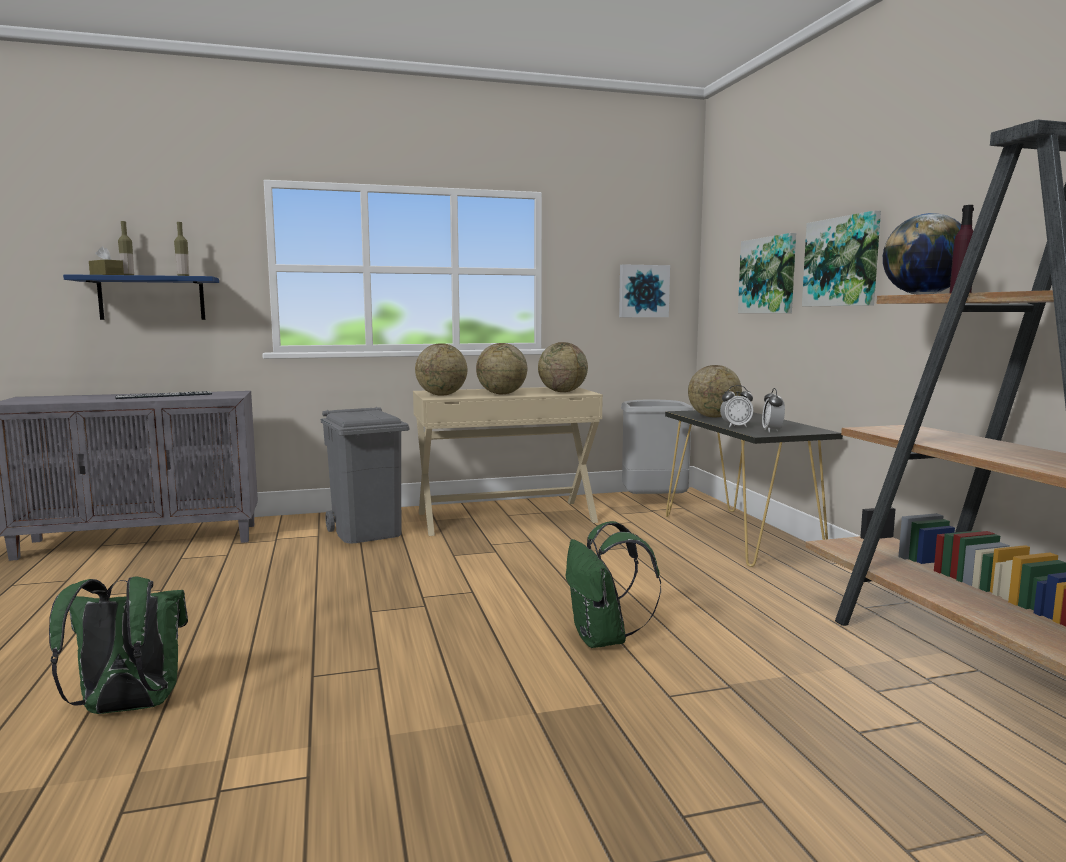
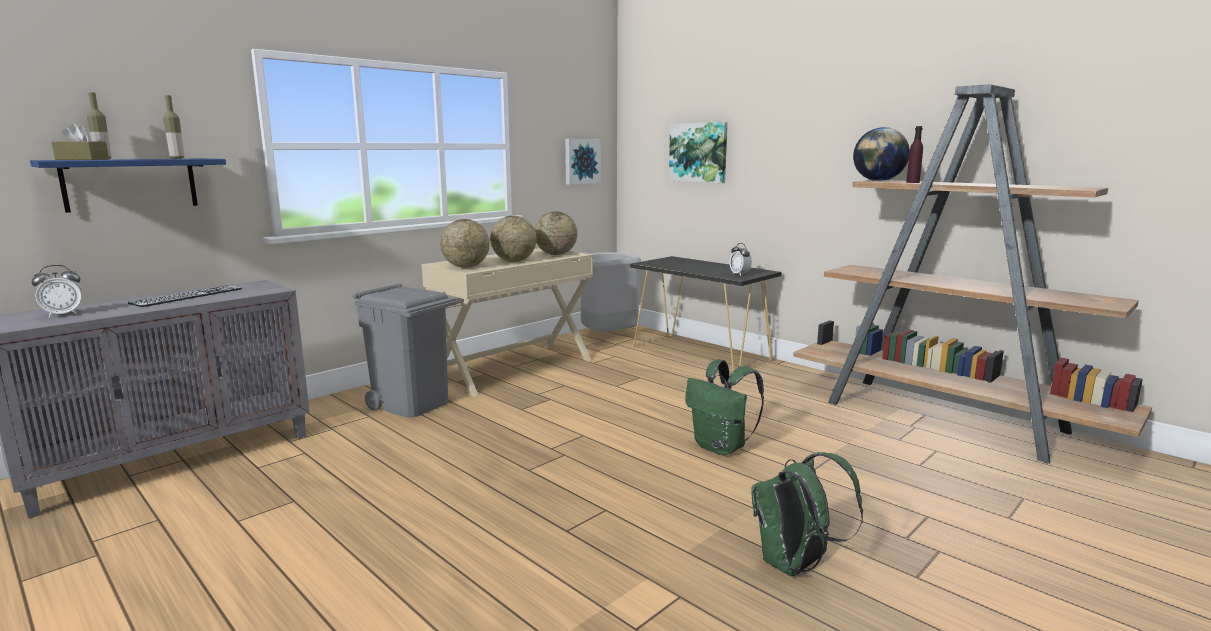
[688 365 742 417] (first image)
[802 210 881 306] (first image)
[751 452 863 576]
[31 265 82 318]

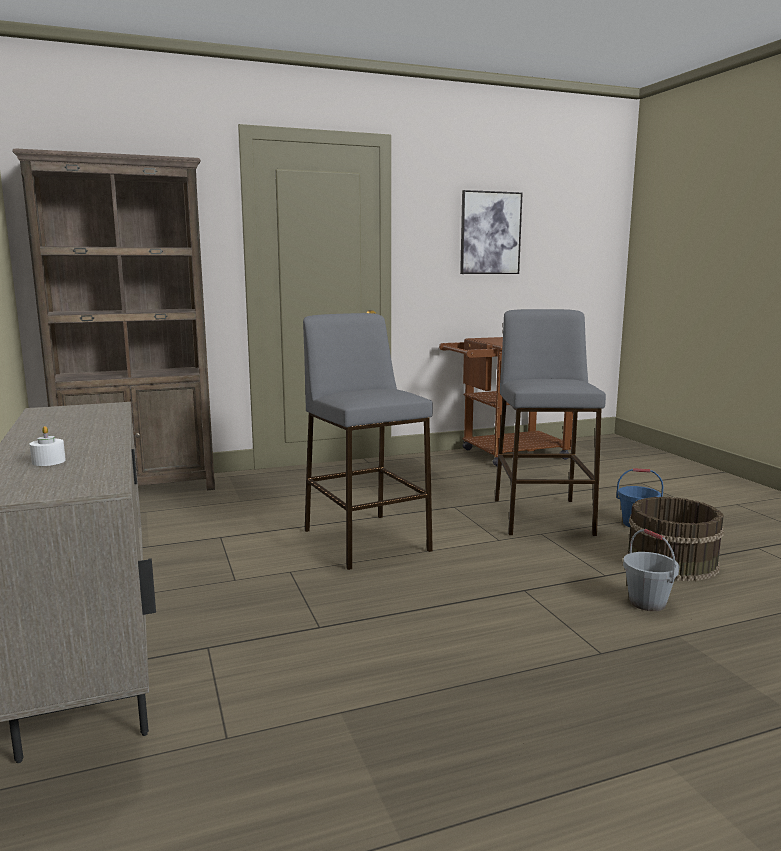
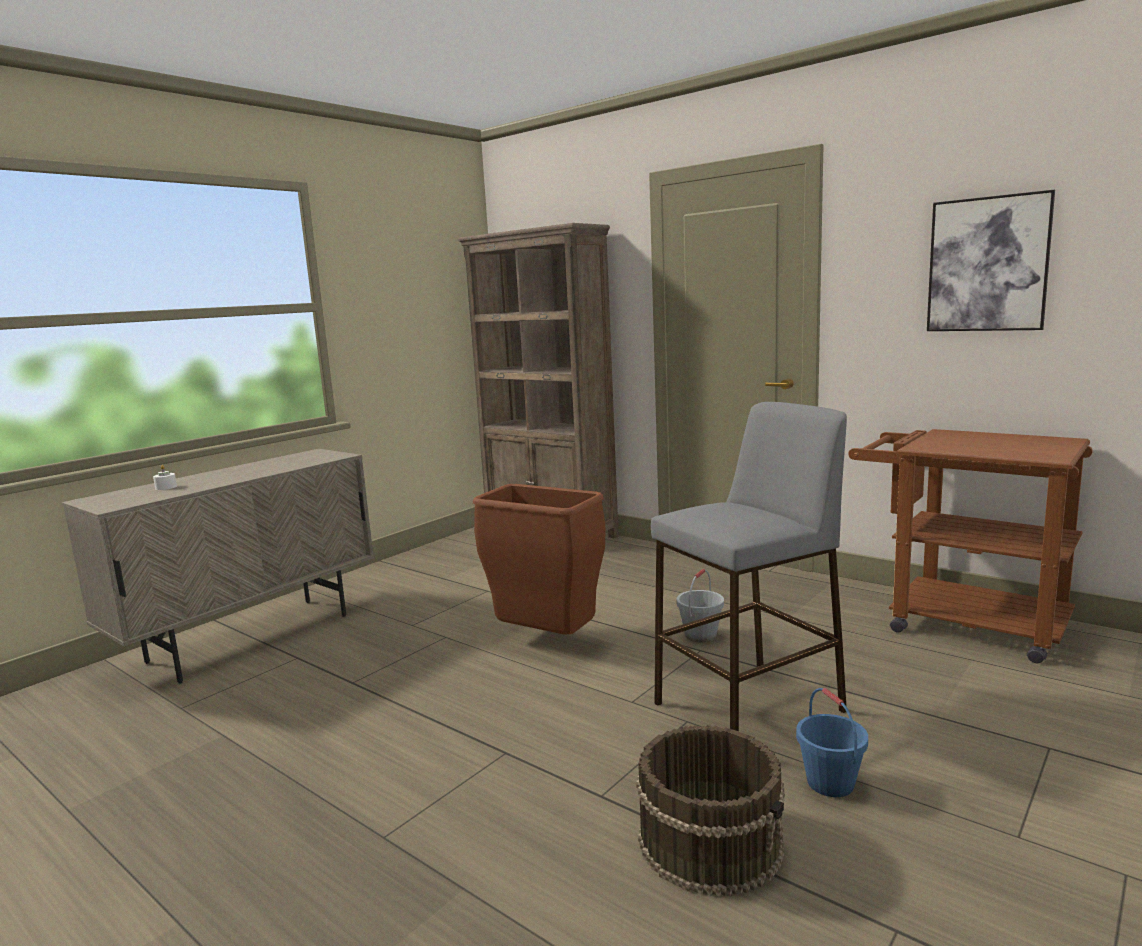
[677 569 724 643]
[473 484 606 635]

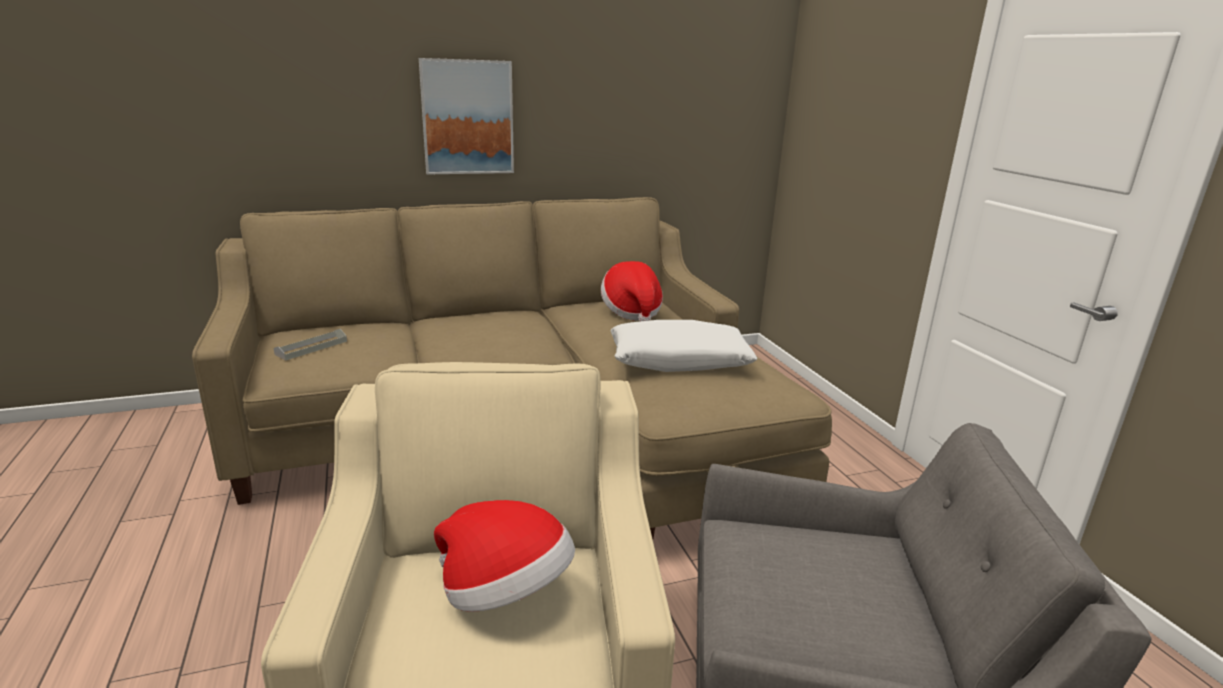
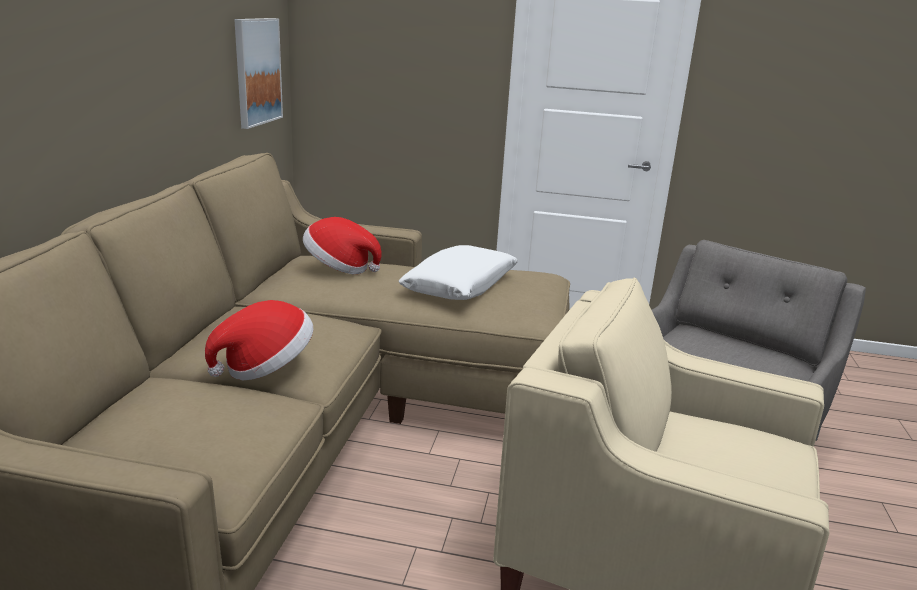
[273 329 347 361] (first image)
[234 18 283 129]
[205 300 313 381]

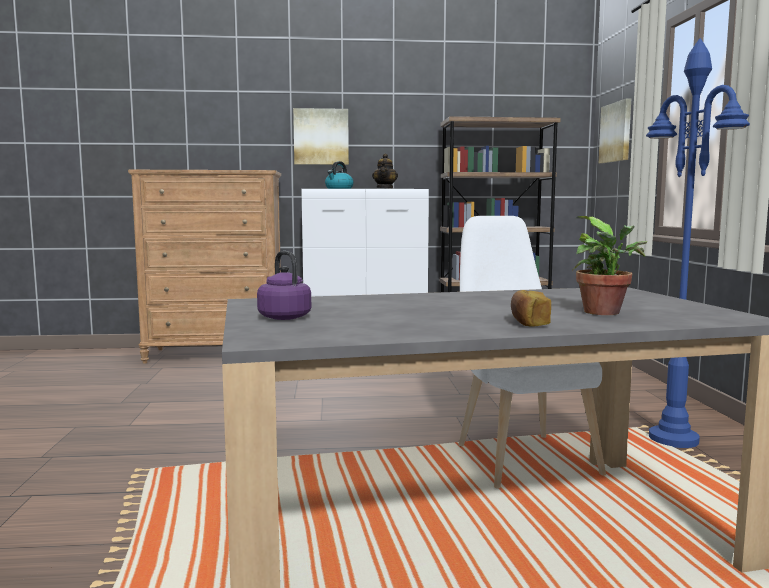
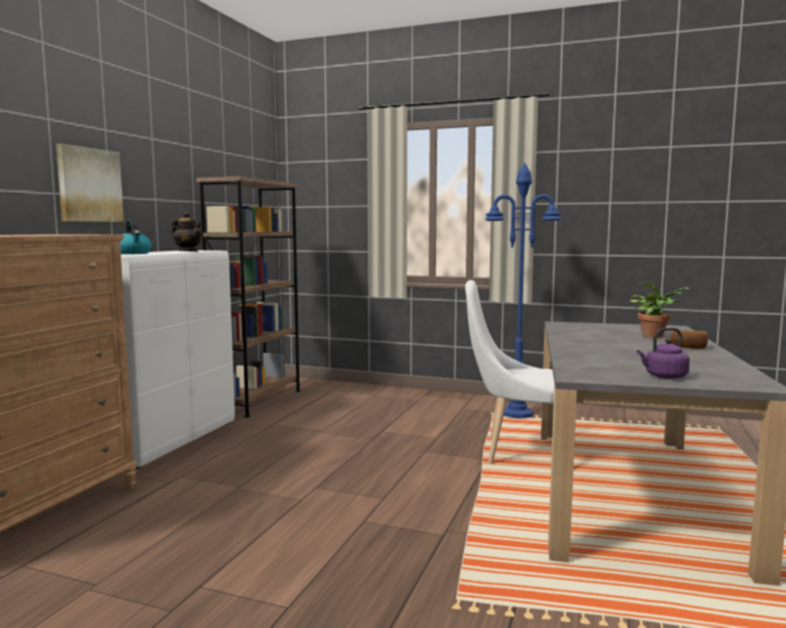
[599 98 631 163] (first image)

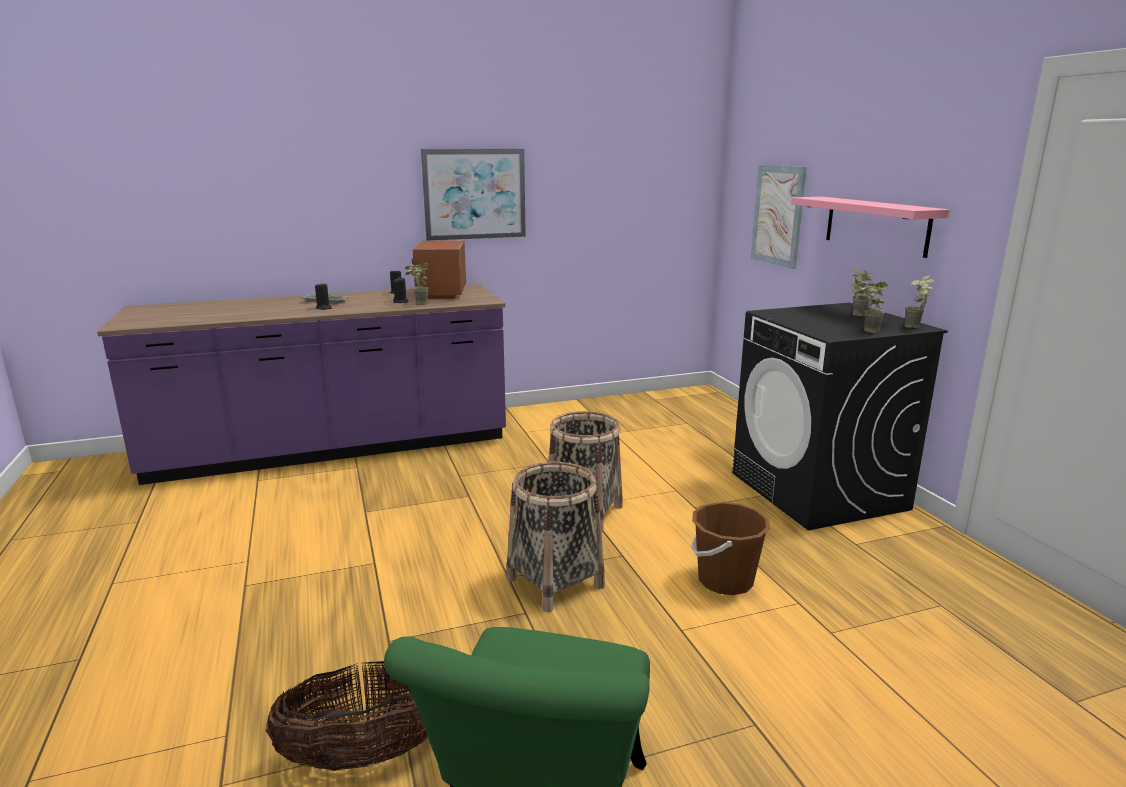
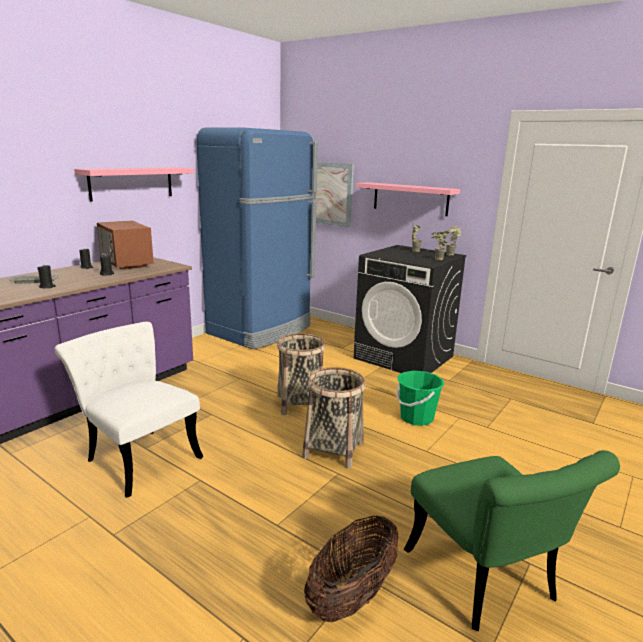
[405 262 429 305] (first image)
[55 322 203 498]
[197 127 318 349]
[74 167 194 202]
[396 371 444 426]

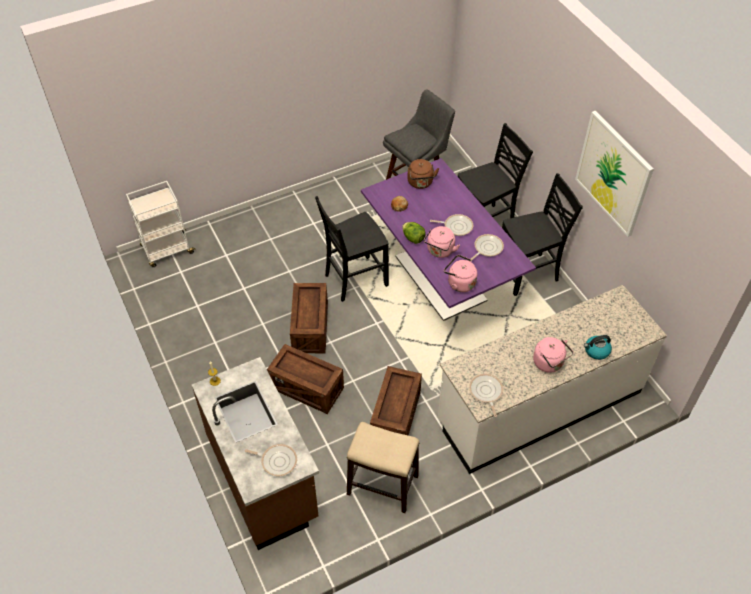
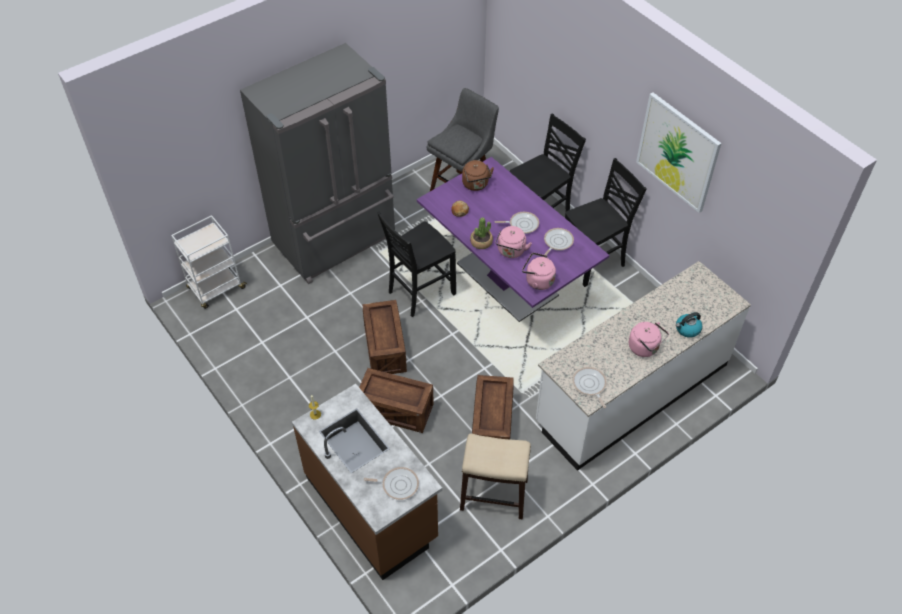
[240 43 395 284]
[470 218 493 249]

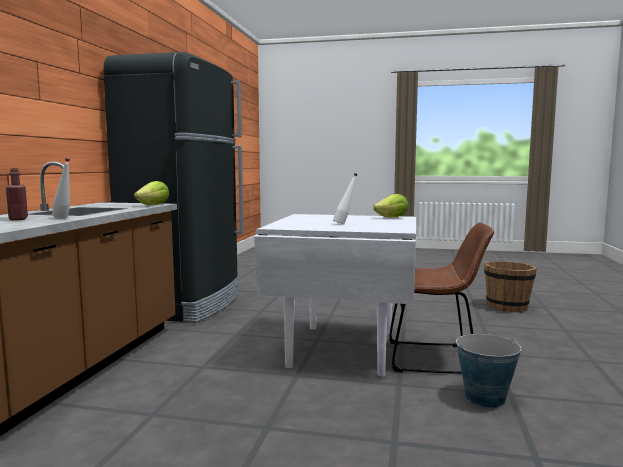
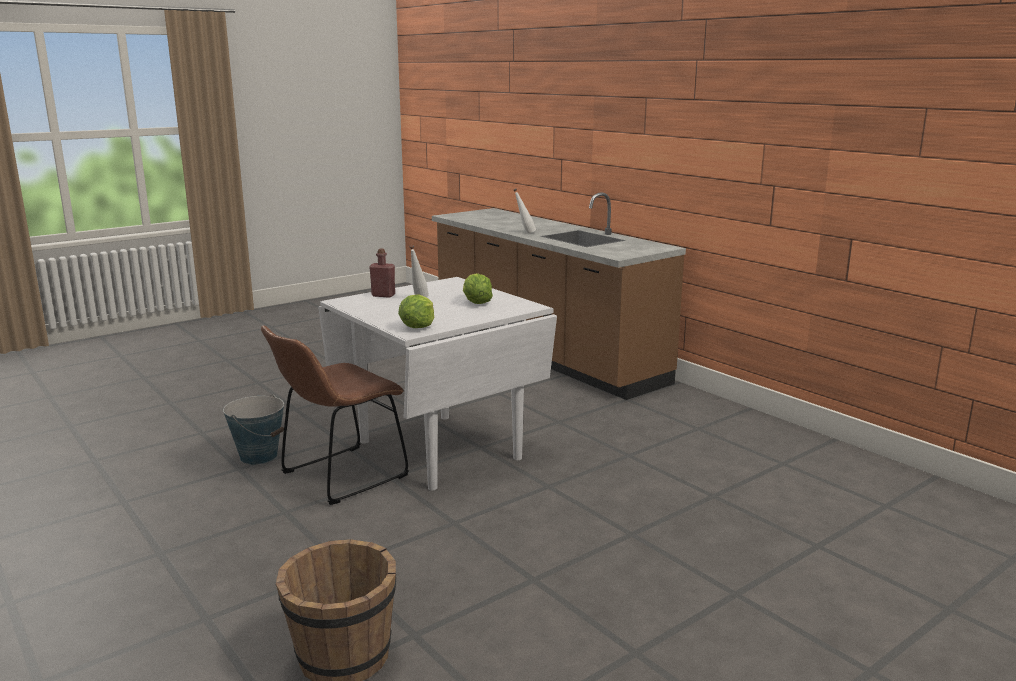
[104 52 244 323] (first image)
[369 249 395 298]
[463 273 493 304]

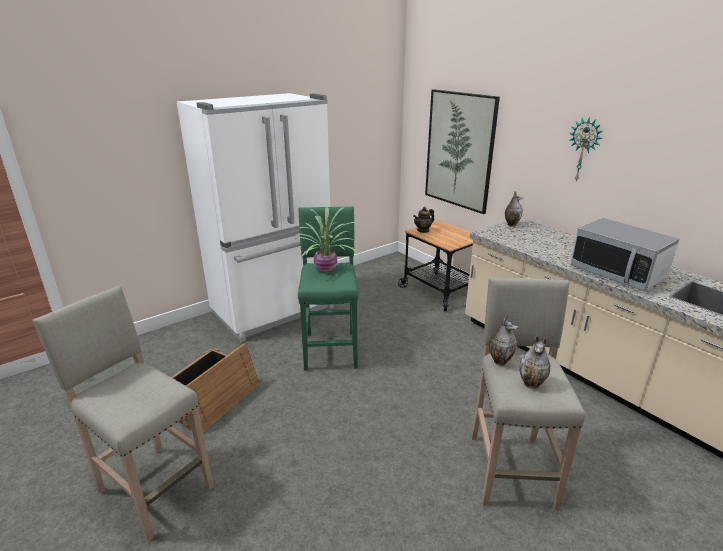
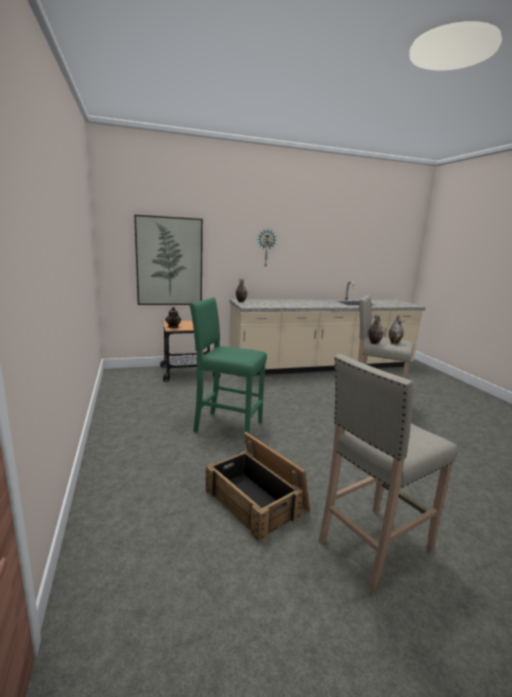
[177 93 334 342] (first image)
[295 207 359 273] (first image)
[570 218 679 292] (first image)

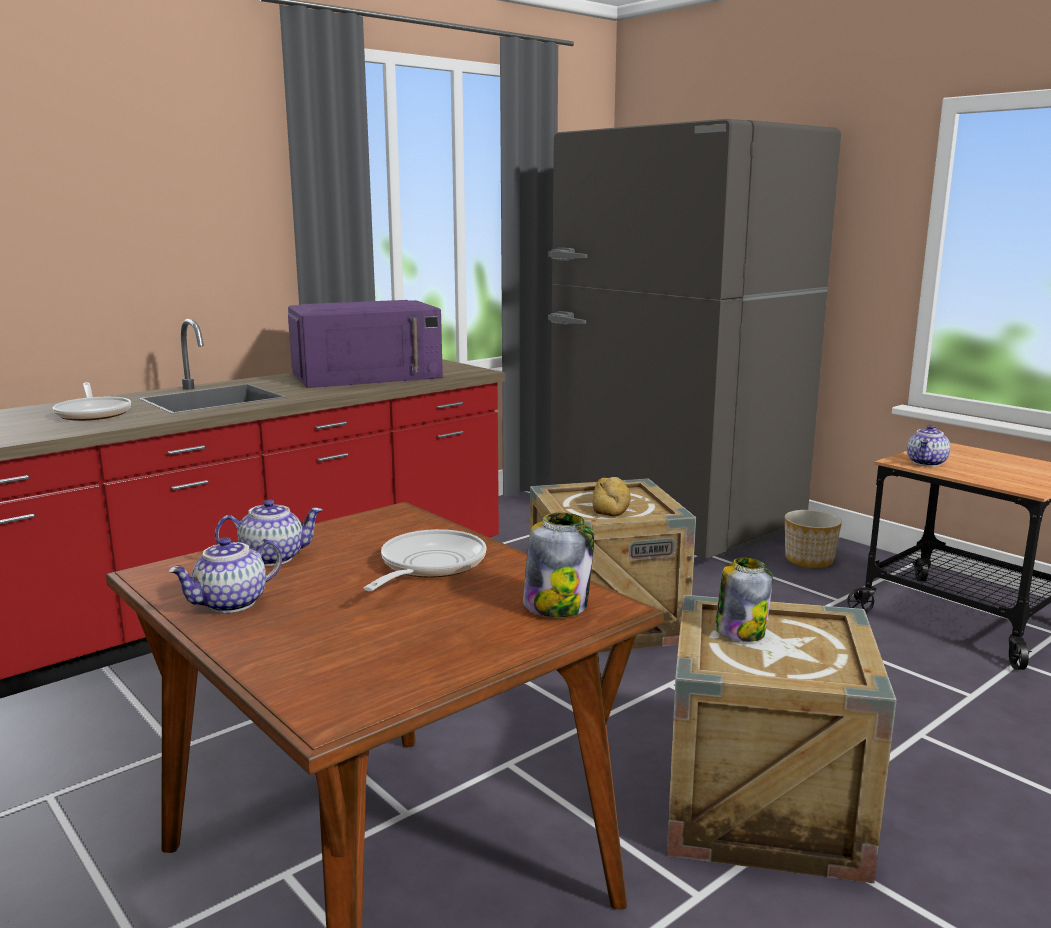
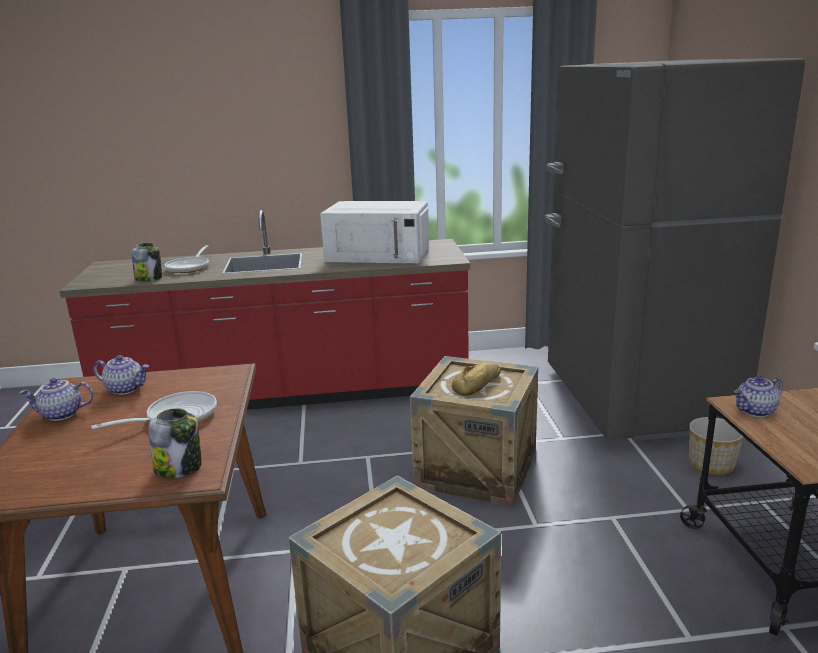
[132 243 162 281]
[320 201 429 263]

